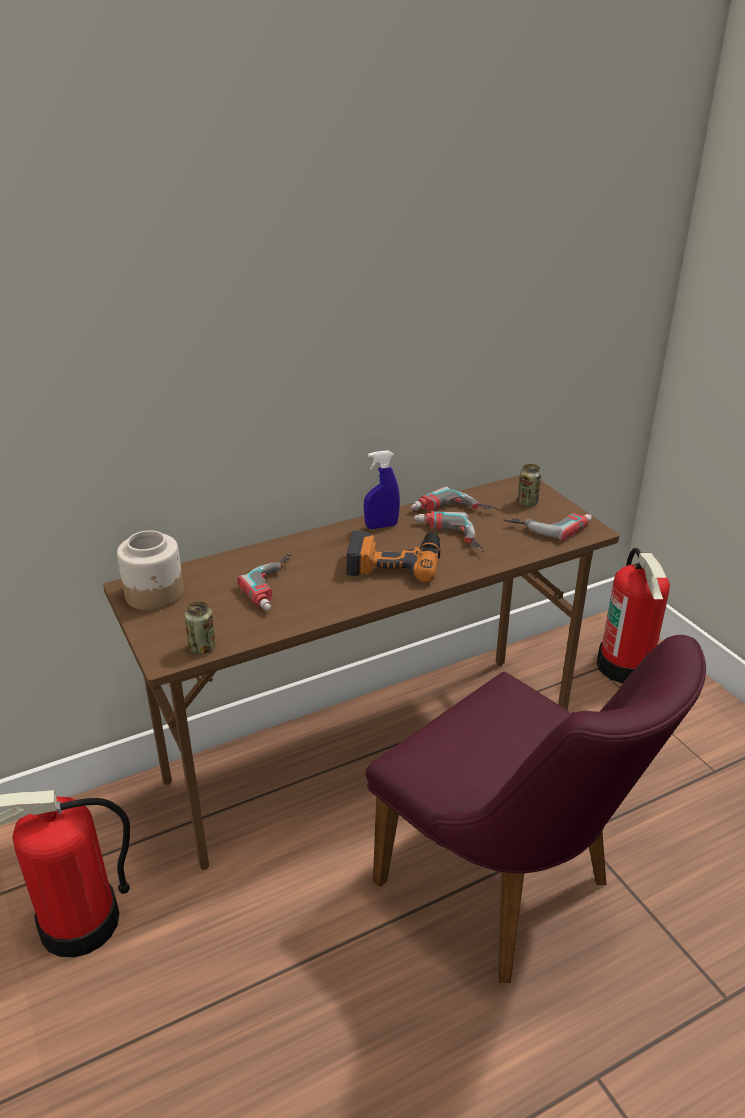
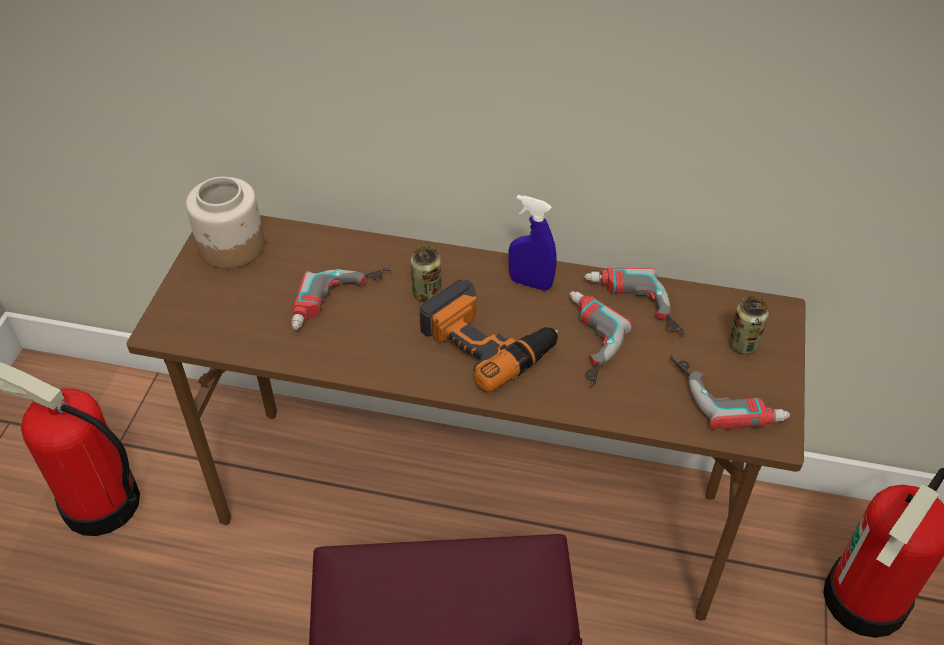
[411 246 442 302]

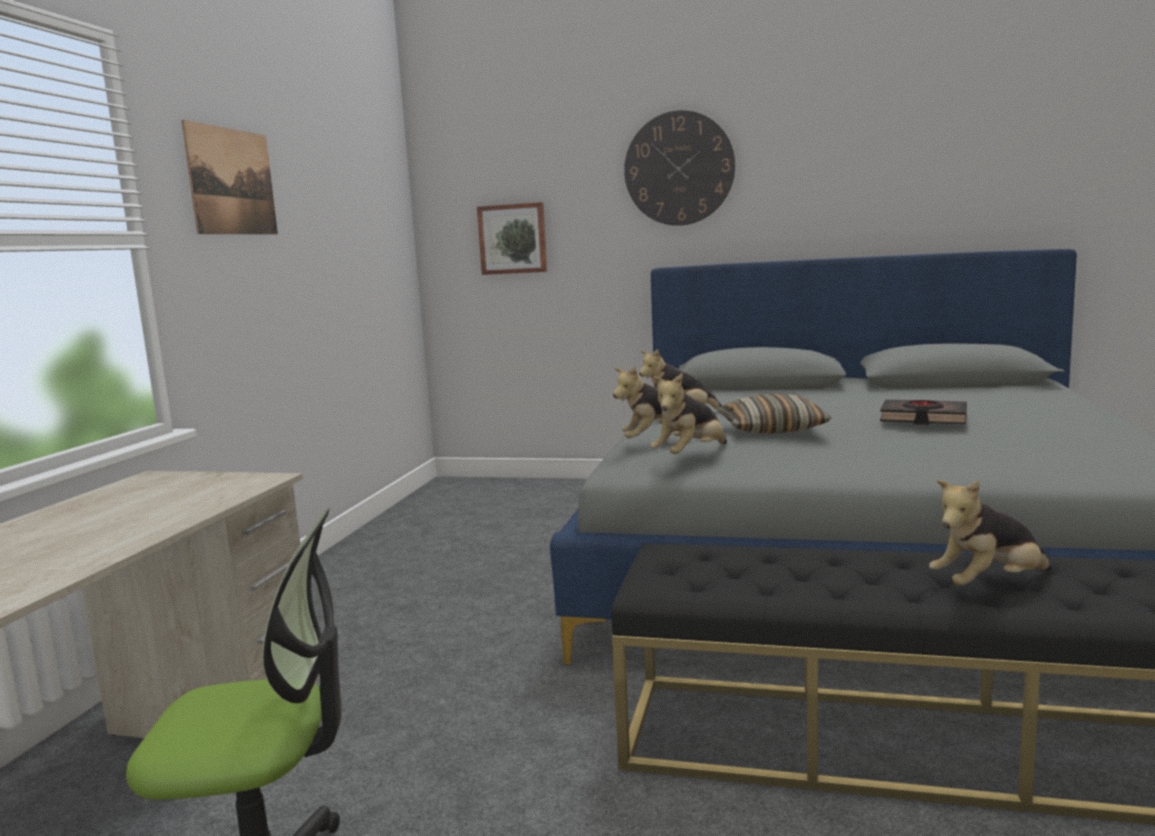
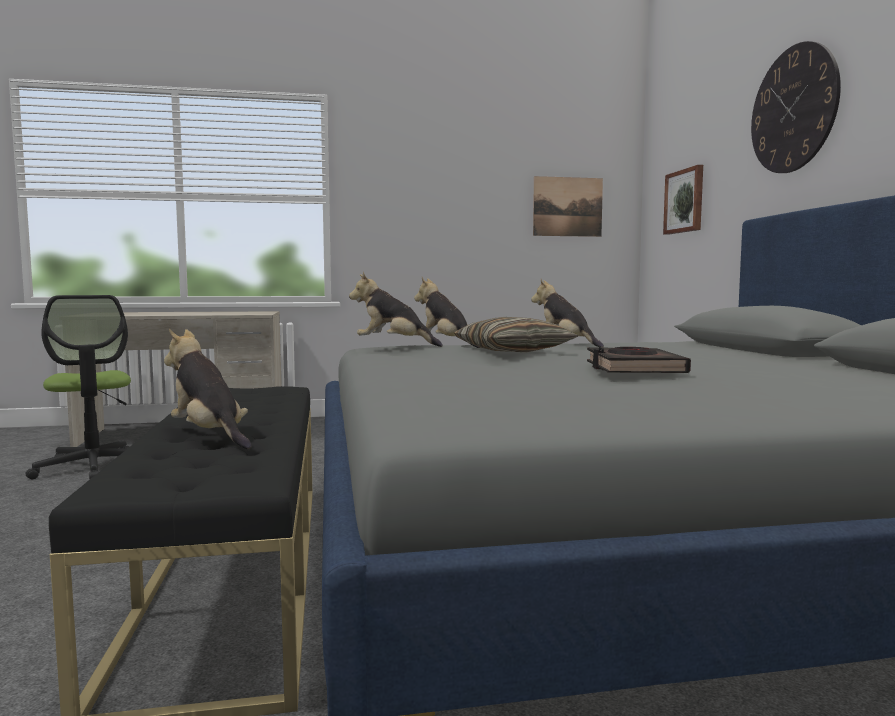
[533 176 603 237]

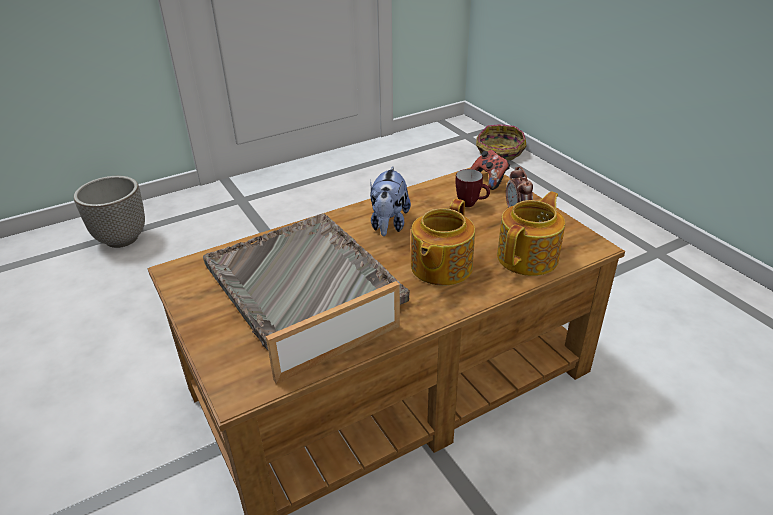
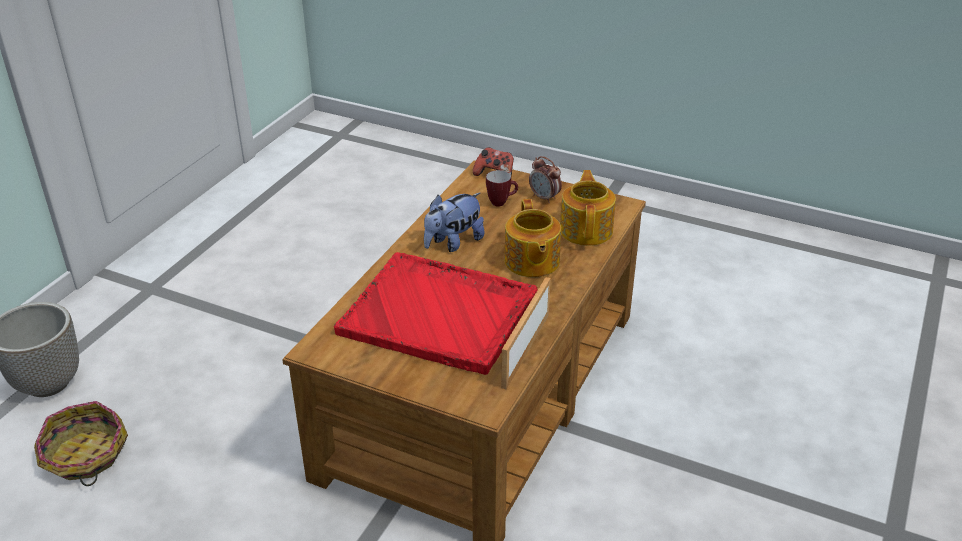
[34 401 128 486]
[334 252 537 375]
[424 193 485 252]

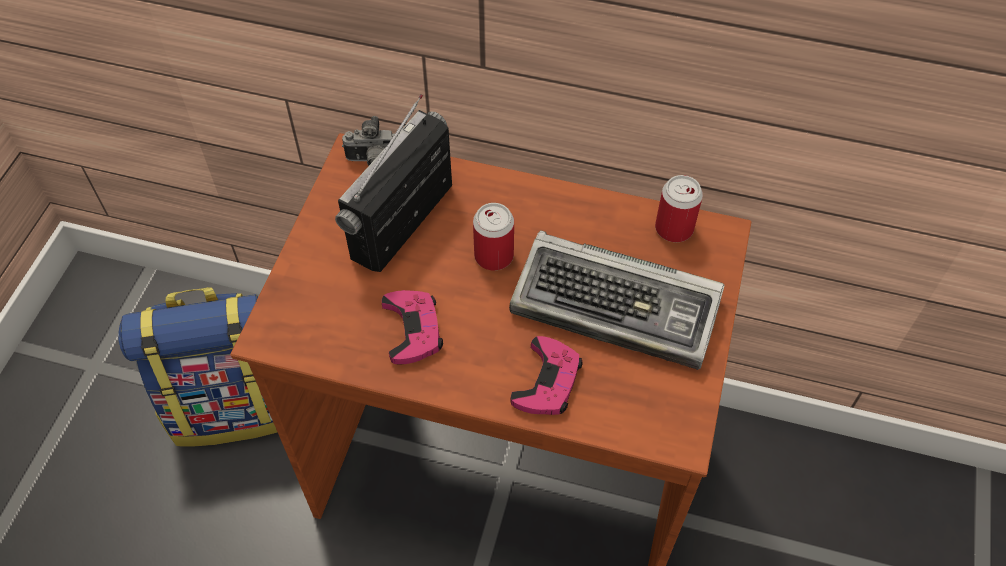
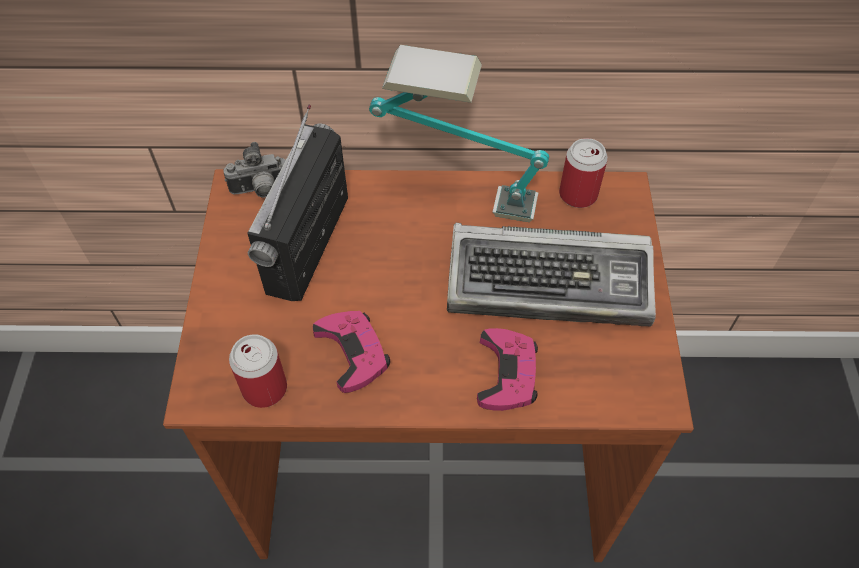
[118 287 277 447] (first image)
[369 45 549 222]
[229 334 287 408]

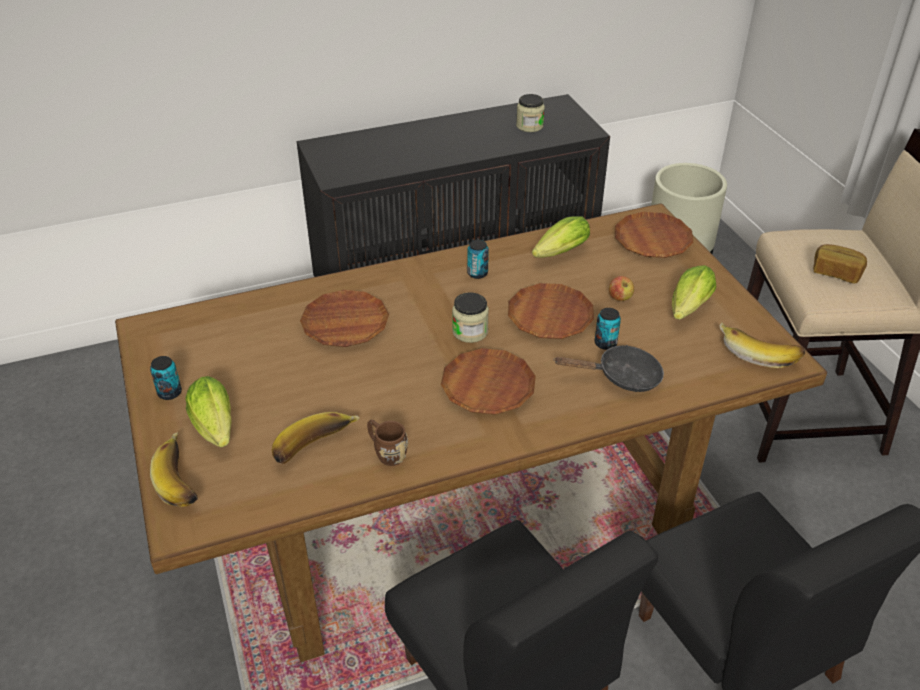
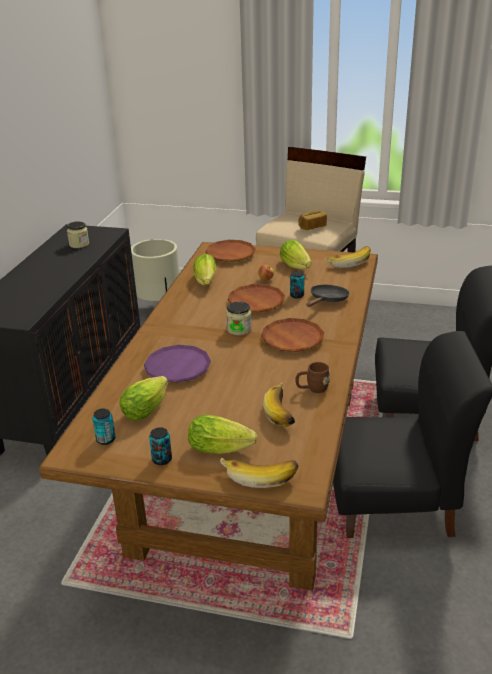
[120 376 168 421]
[92 408 116 445]
[144 345 211 383]

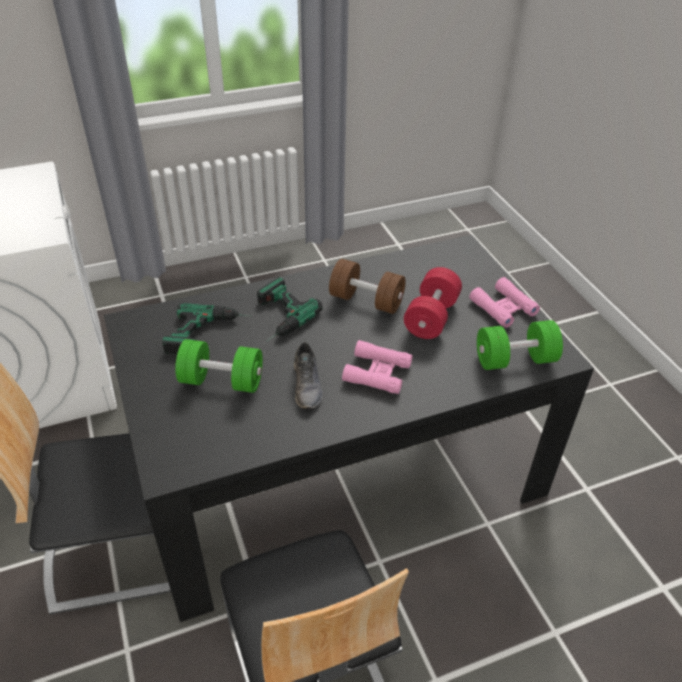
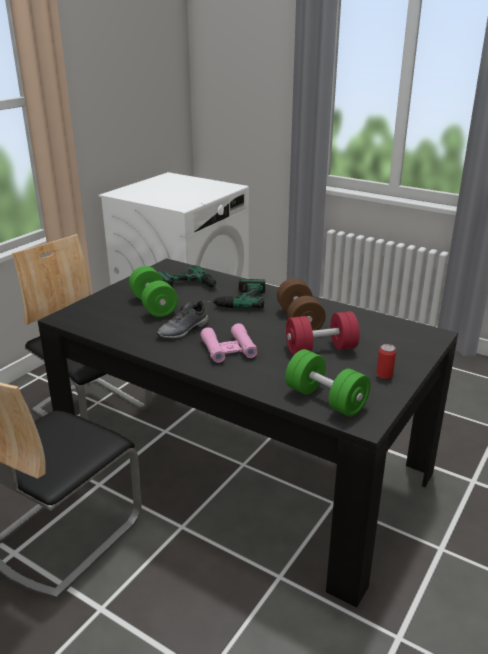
[376 344 396 379]

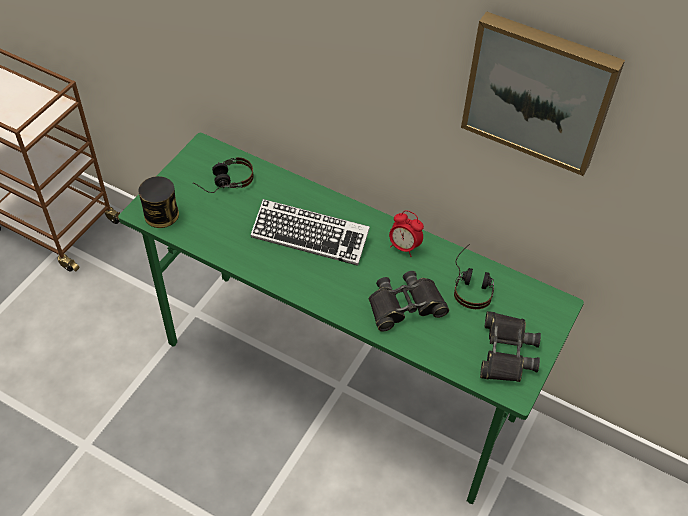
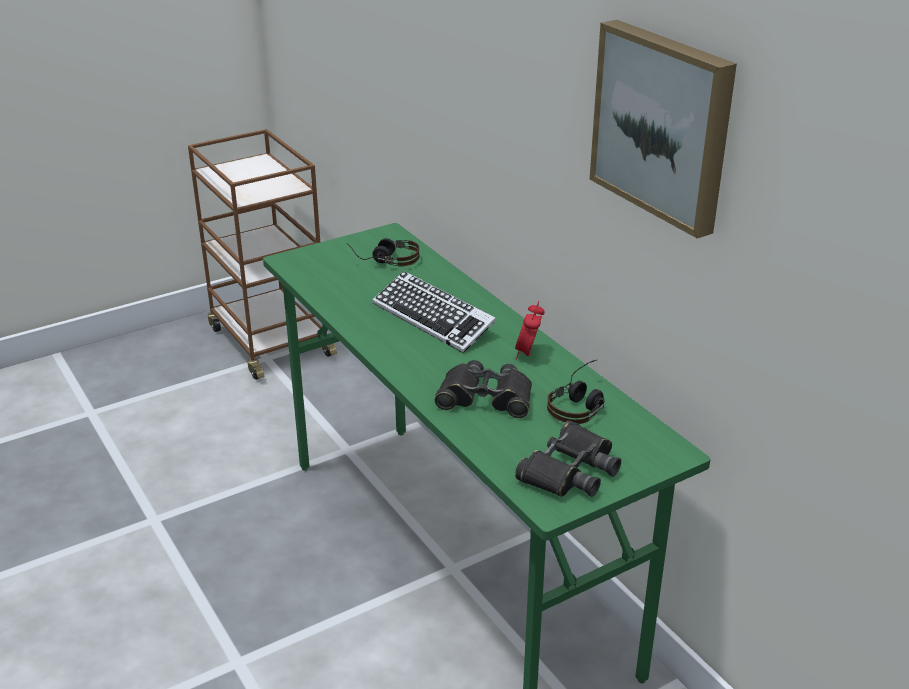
[138 176 179 228] (first image)
[515 301 545 360]

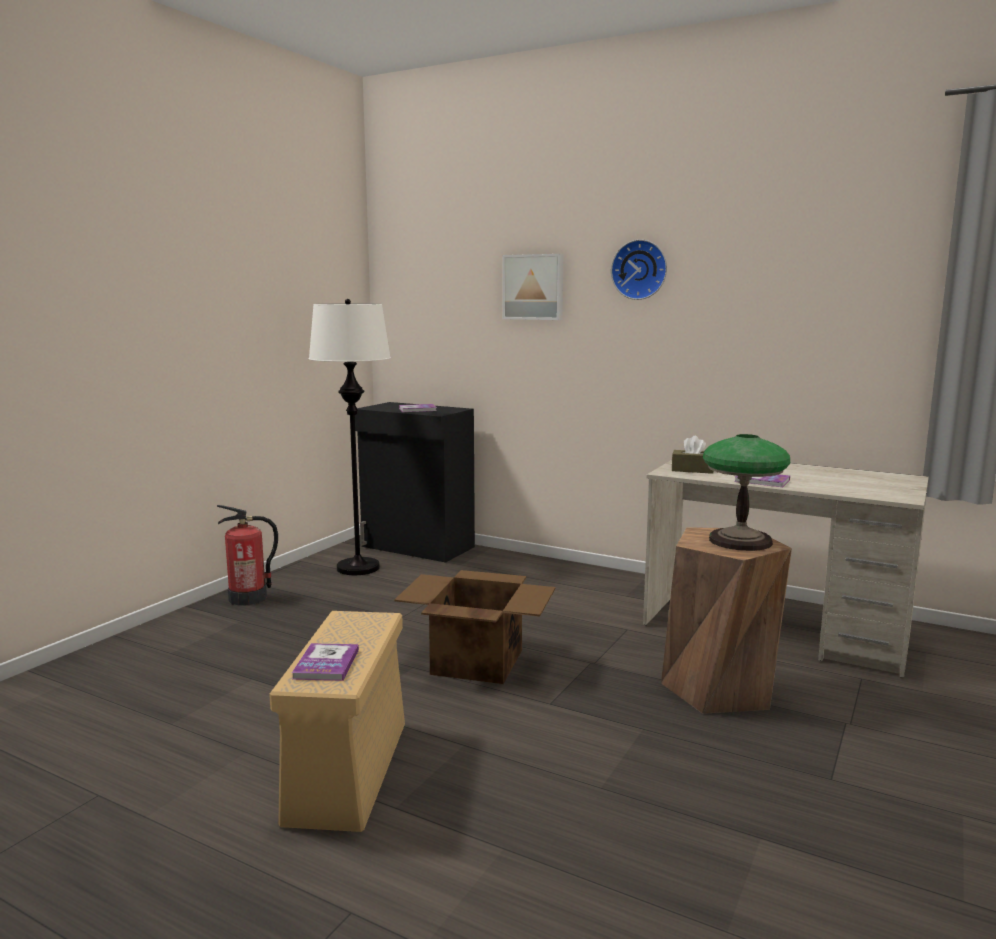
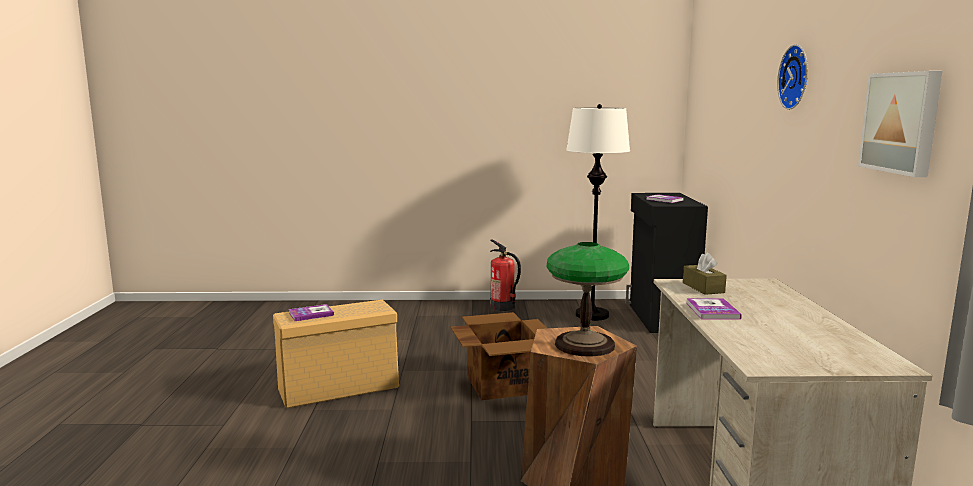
[858 71 943 177]

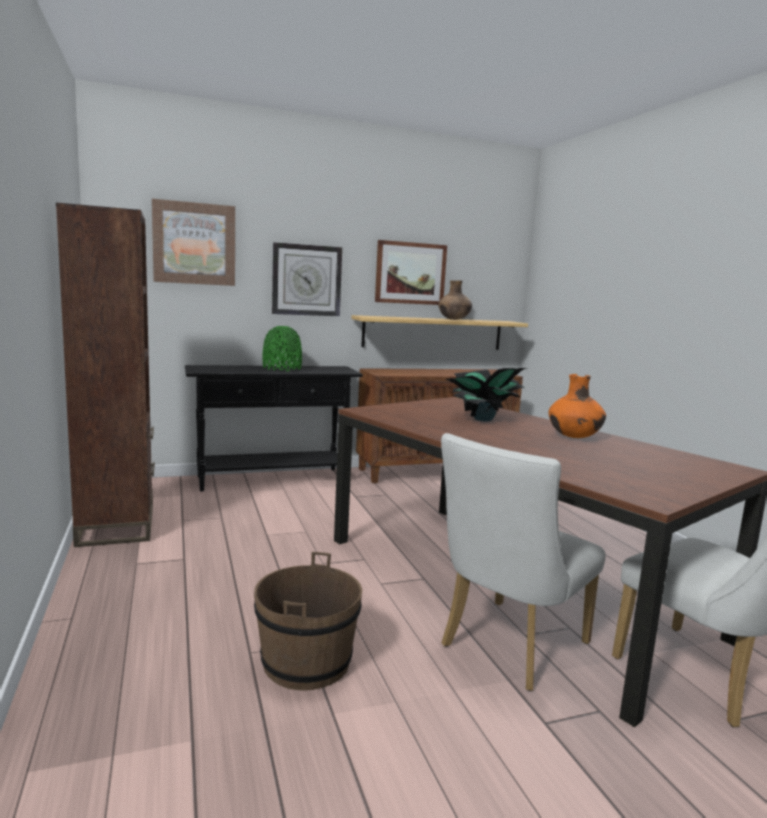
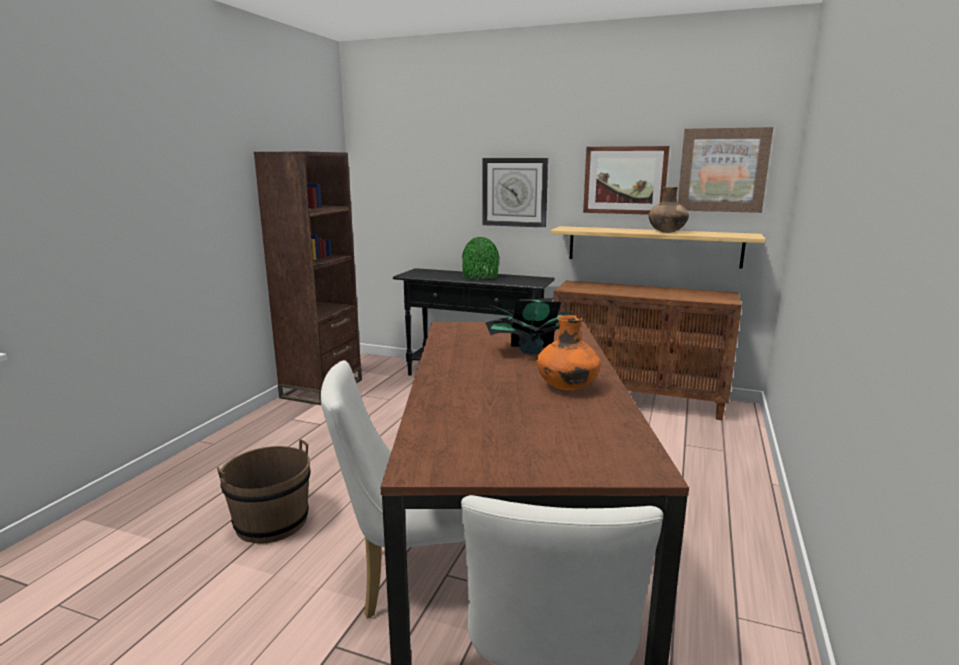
[678 127 773 213]

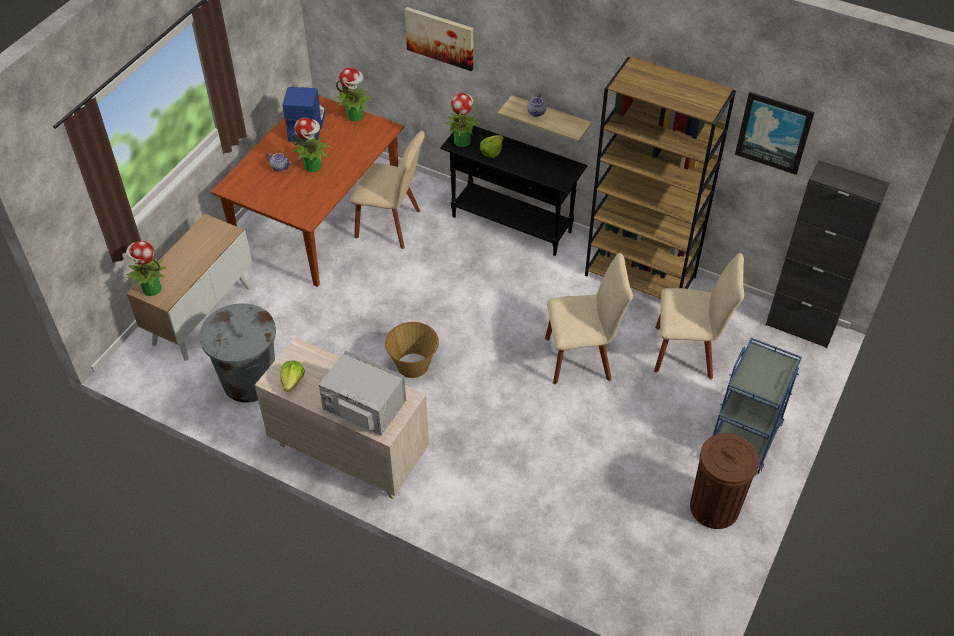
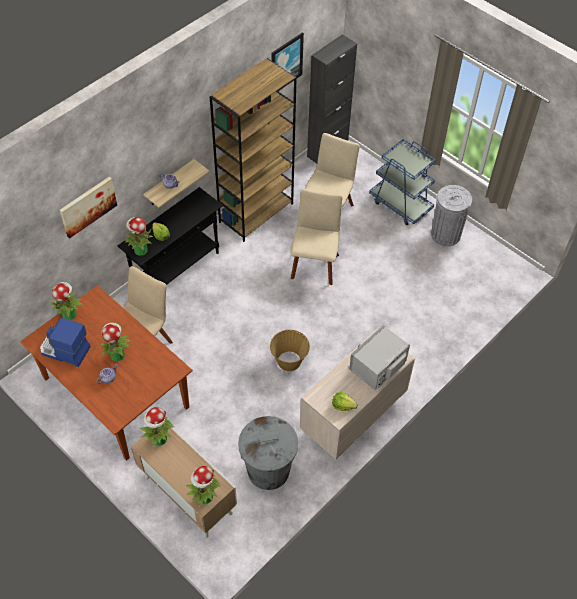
[140 407 174 447]
[431 185 472 246]

